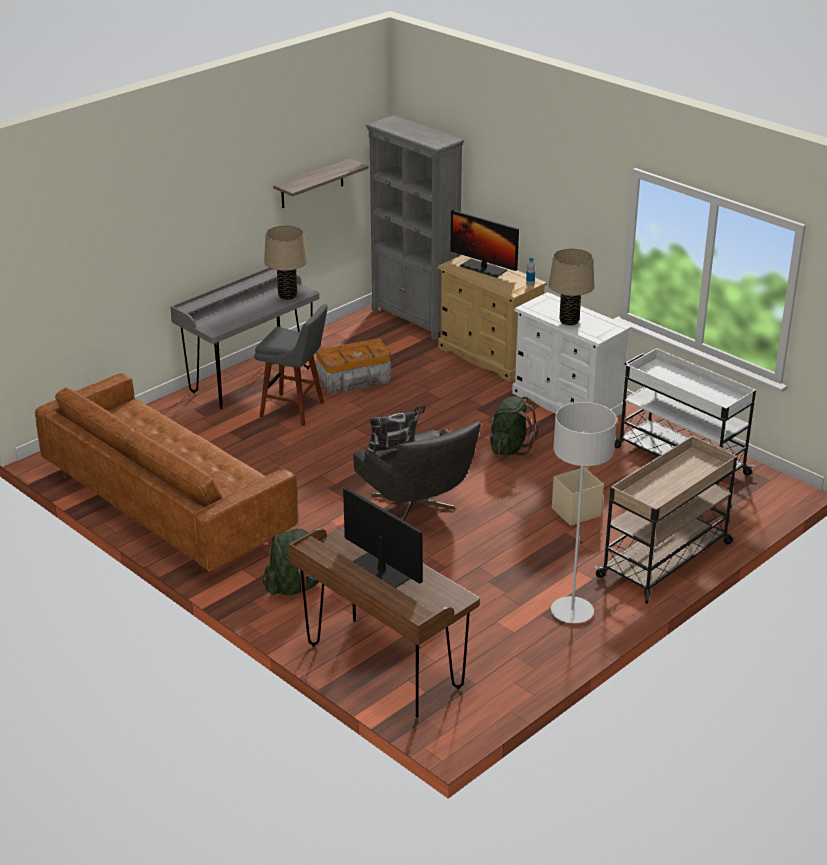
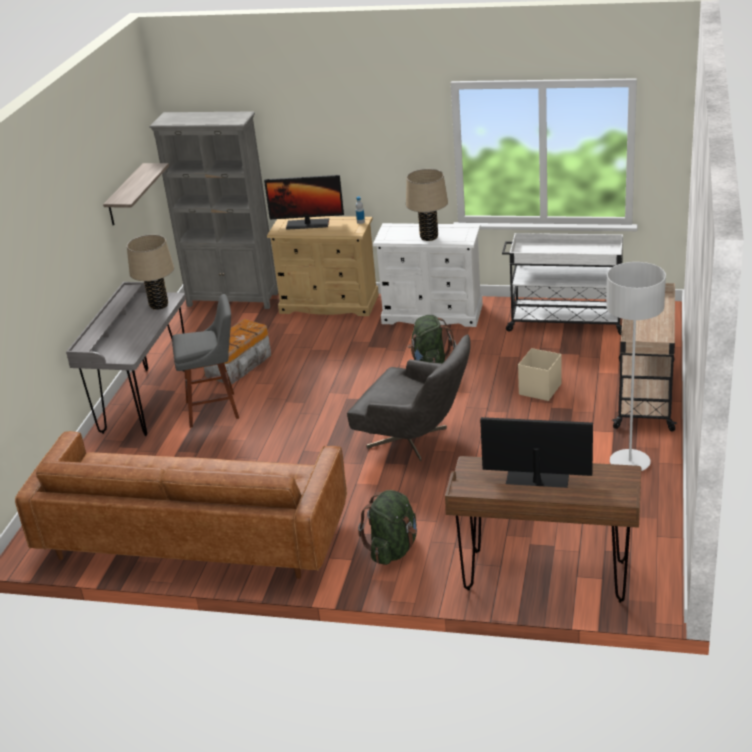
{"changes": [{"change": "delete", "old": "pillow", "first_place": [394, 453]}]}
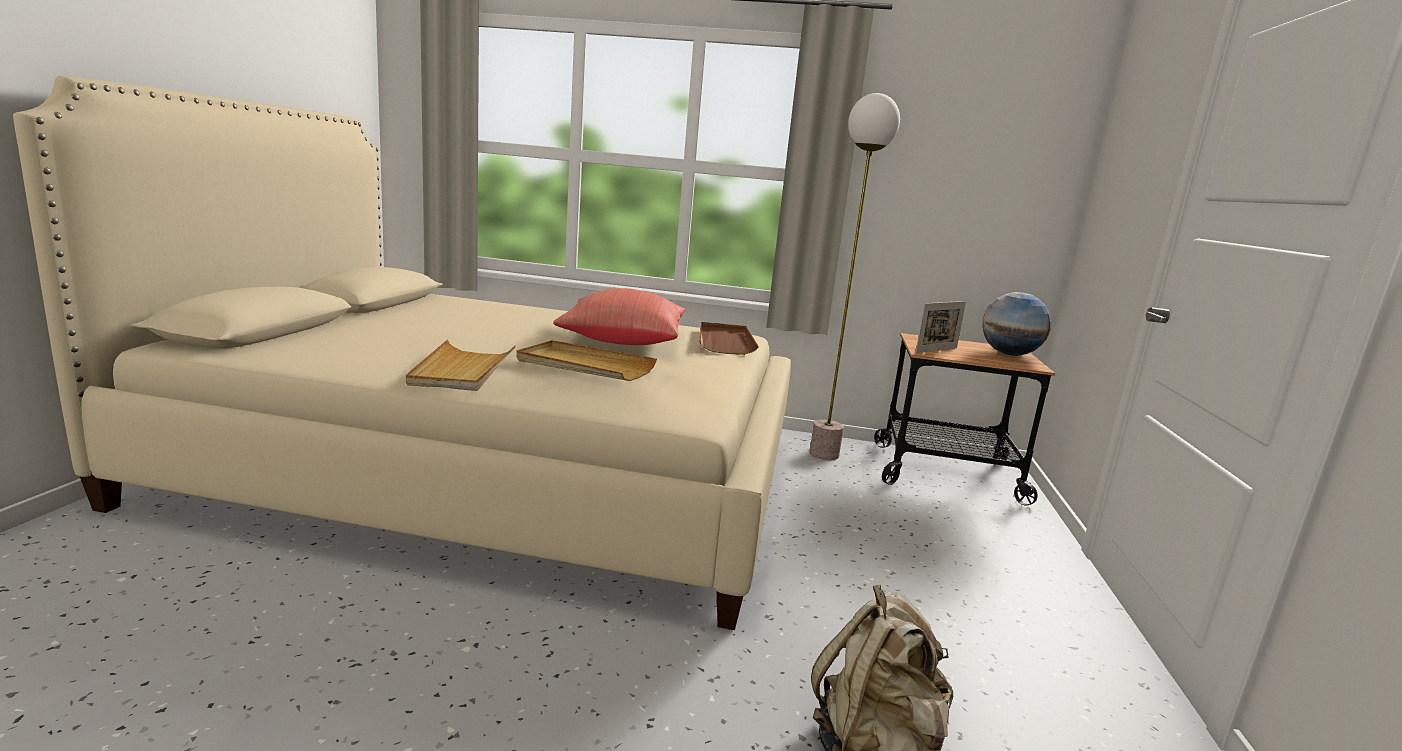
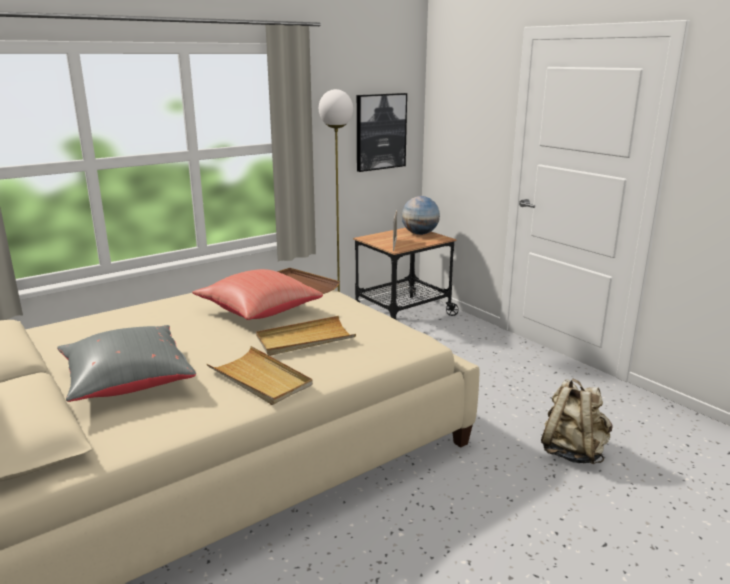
{"changes": [{"change": "insert", "new": "grey pillow", "second_place": [127, 383]}, {"change": "insert", "new": "picture", "second_place": [380, 131]}]}
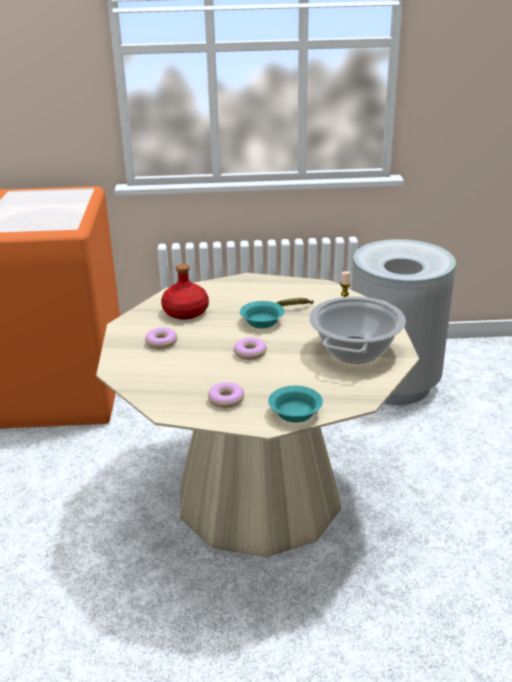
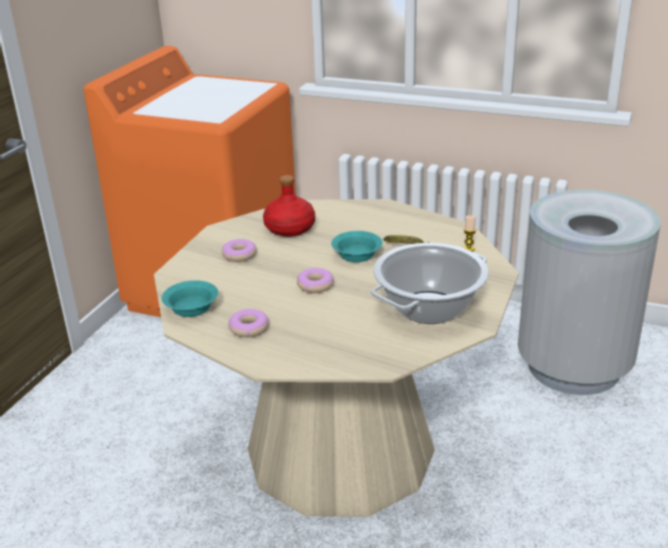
{"changes": [{"change": "move", "old": "turquoise bowl", "first_place": [294, 412], "second_place": [191, 307]}]}
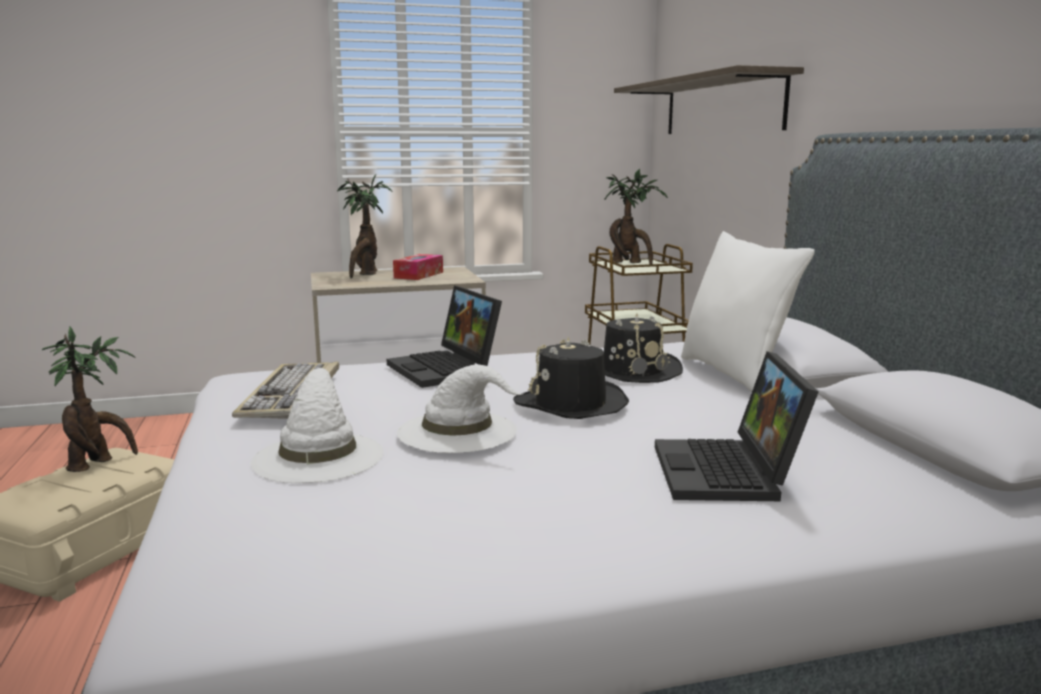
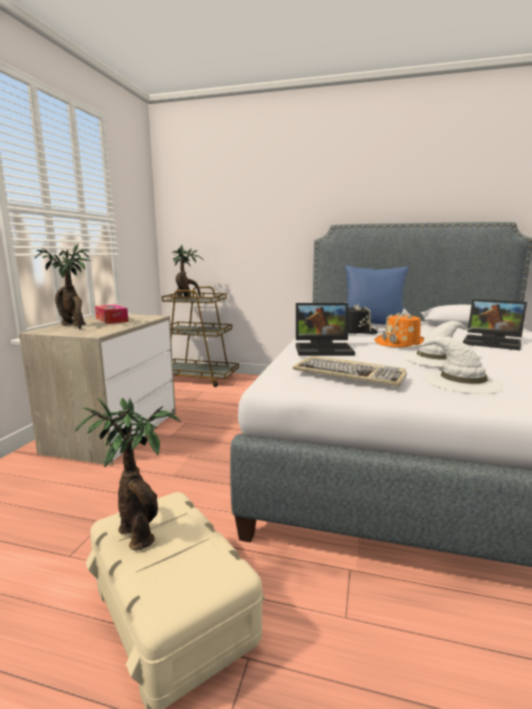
{"changes": [{"change": "recolor", "old": "white pillow", "new": "blue pillow", "first_place": [734, 374], "second_place": [373, 325]}, {"change": "recolor", "old": "black hat", "new": "orange hat", "first_place": [571, 404], "second_place": [402, 343]}, {"change": "delete", "old": "shelf", "first_place": [721, 106]}]}
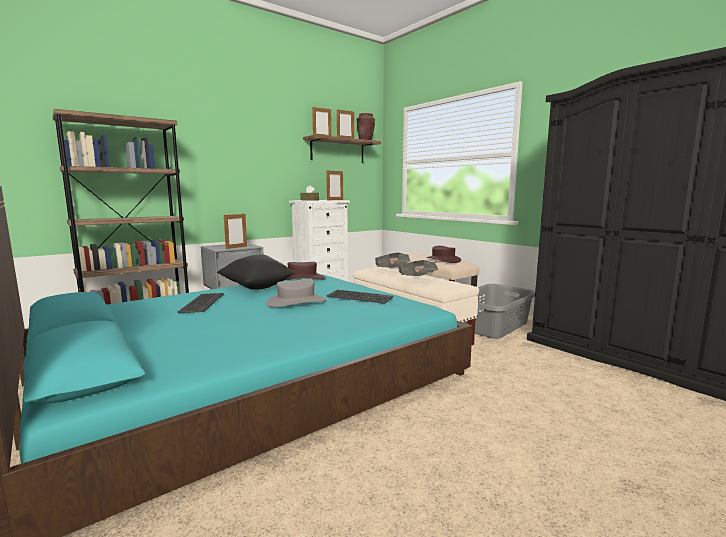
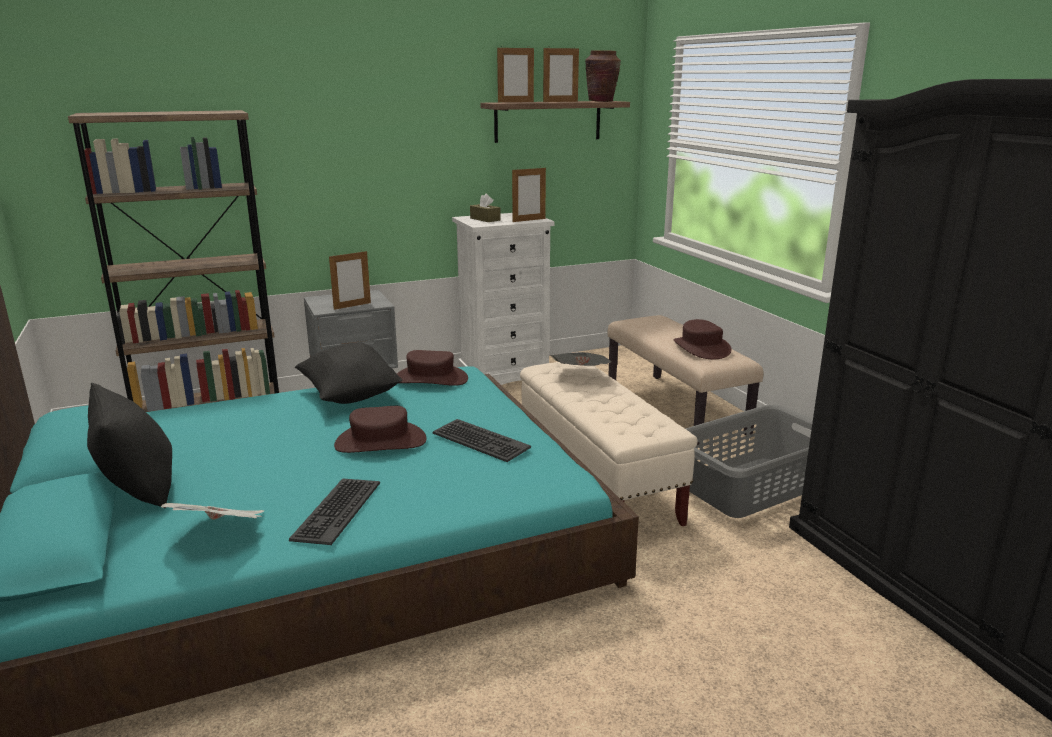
{"changes": [{"change": "insert", "new": "black pillow", "second_place": [139, 488]}, {"change": "move", "old": "newspaper", "first_place": [417, 280], "second_place": [221, 532]}, {"change": "move", "old": "keyboard", "first_place": [201, 303], "second_place": [336, 511]}, {"change": "recolor", "old": "grey hat", "new": "brown hat", "first_place": [296, 302], "second_place": [380, 442]}]}
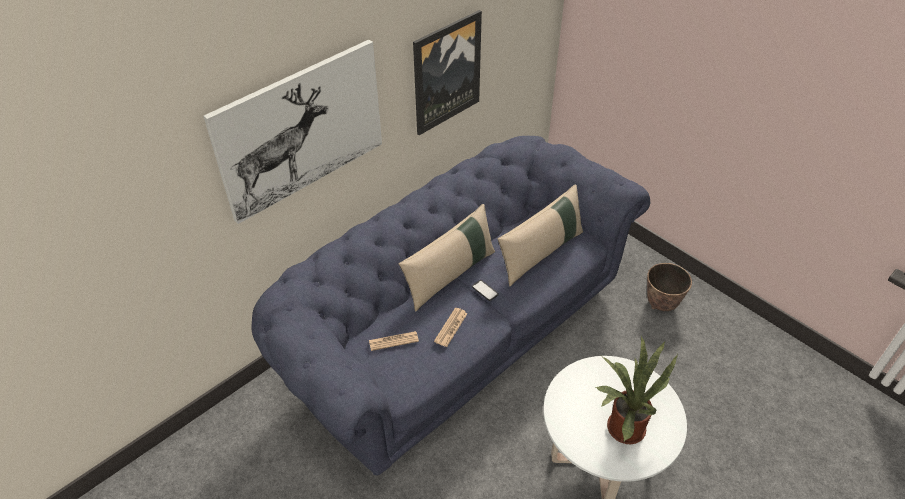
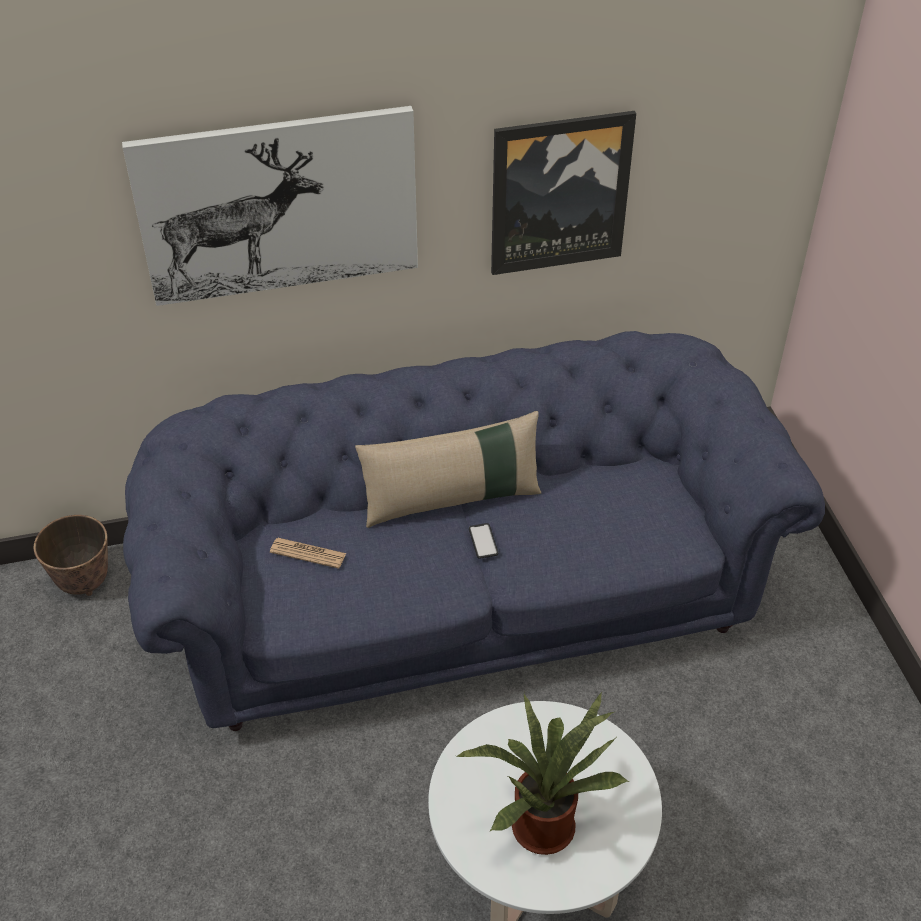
{"changes": [{"change": "move", "old": "planter", "first_place": [661, 304], "second_place": [84, 582]}, {"change": "delete", "old": "newspaper", "first_place": [451, 327]}, {"change": "delete", "old": "beige pillow", "first_place": [541, 253]}]}
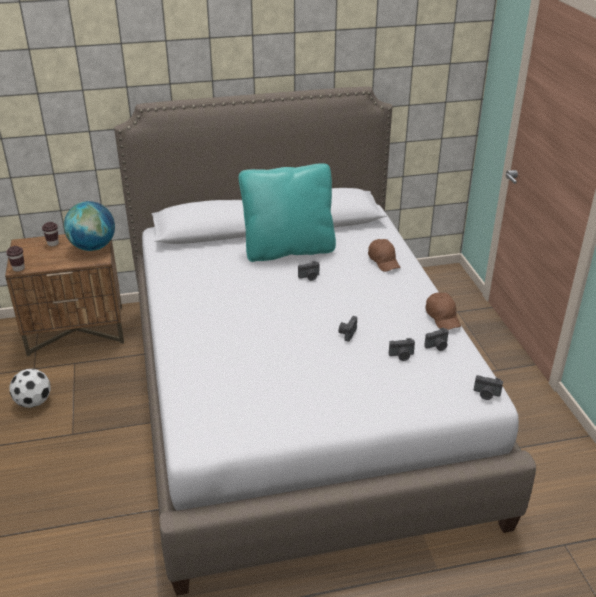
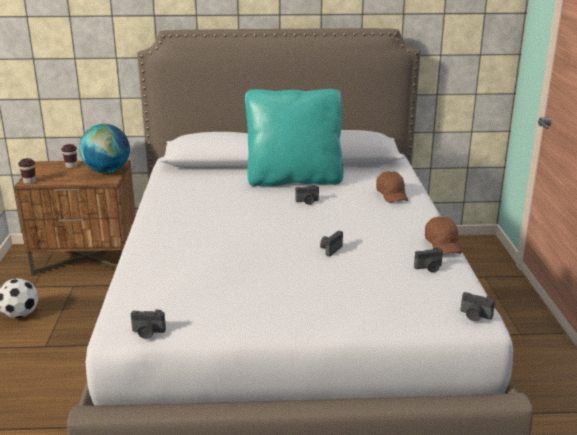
{"changes": [{"change": "move", "old": "photo camera", "first_place": [401, 356], "second_place": [147, 333]}]}
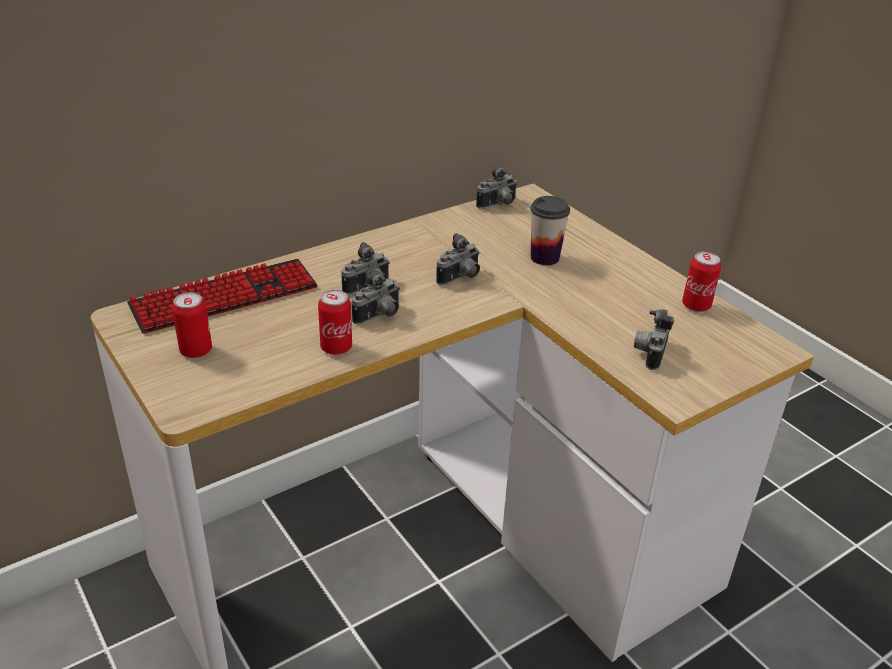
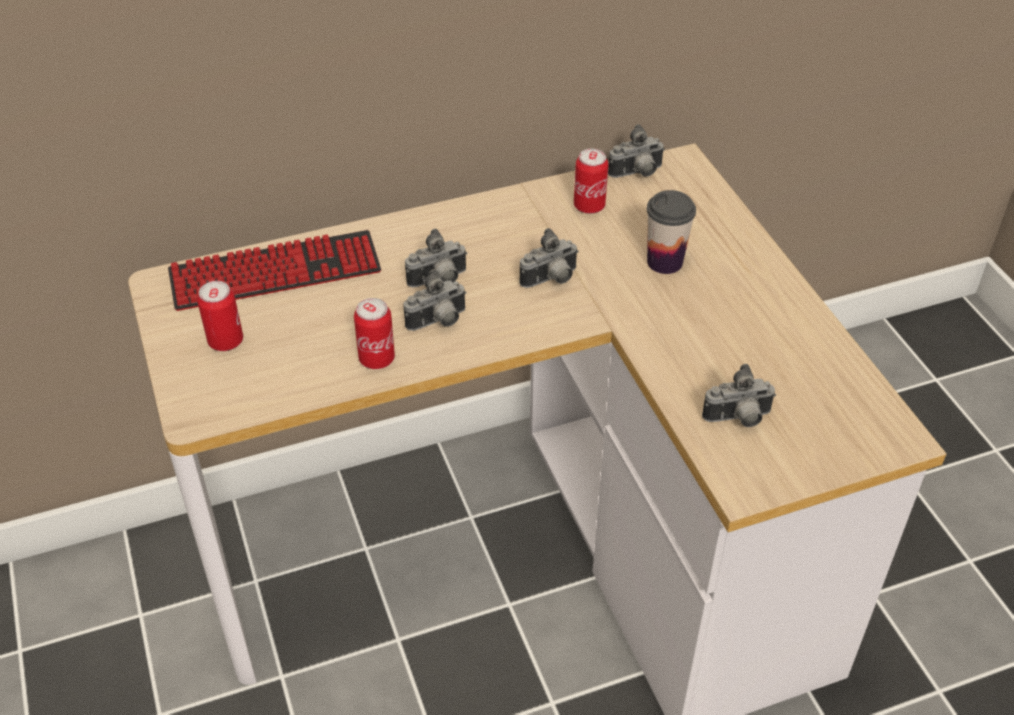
{"changes": [{"change": "move", "old": "can", "first_place": [696, 306], "second_place": [589, 206]}, {"change": "rotate", "old": "photo camera", "first_place": [649, 353], "second_place": [738, 419], "degrees": -135}]}
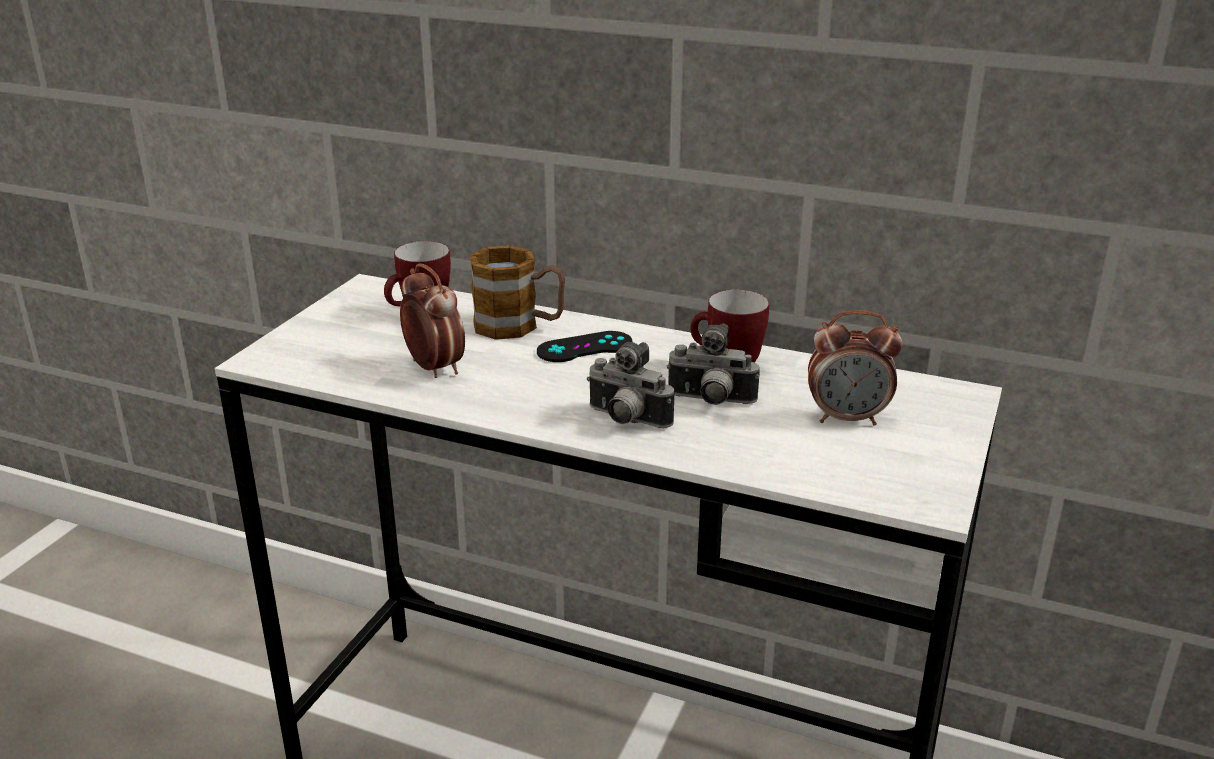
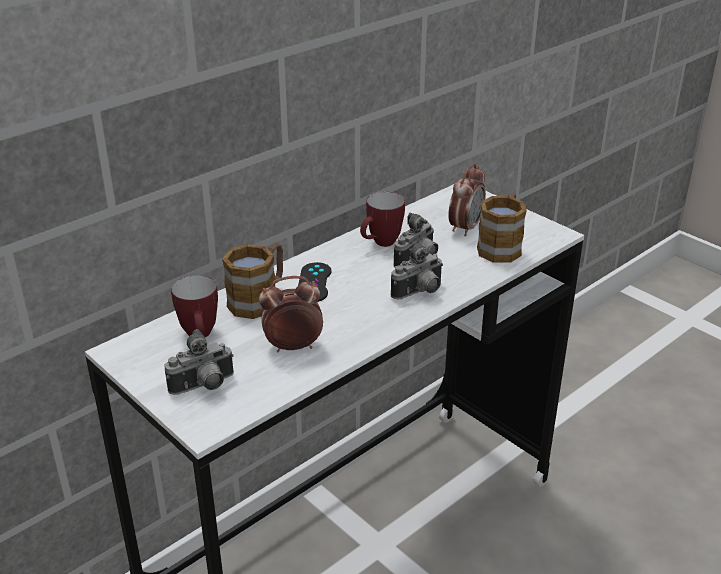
{"changes": [{"change": "insert", "new": "photo camera", "second_place": [204, 387]}, {"change": "insert", "new": "mug", "second_place": [501, 246]}]}
